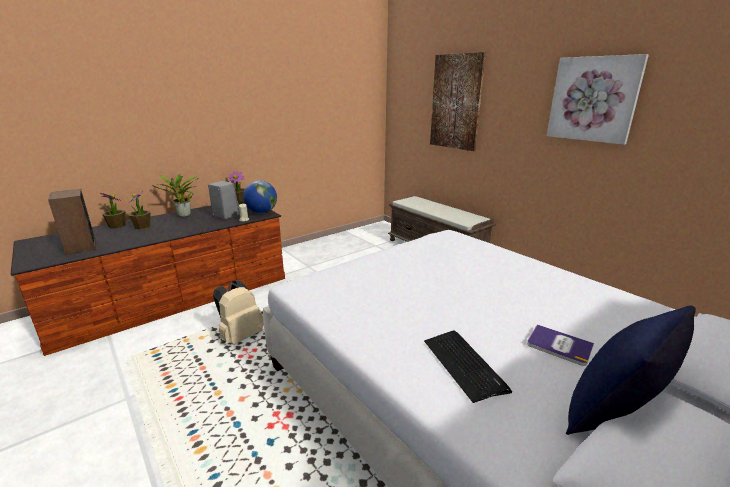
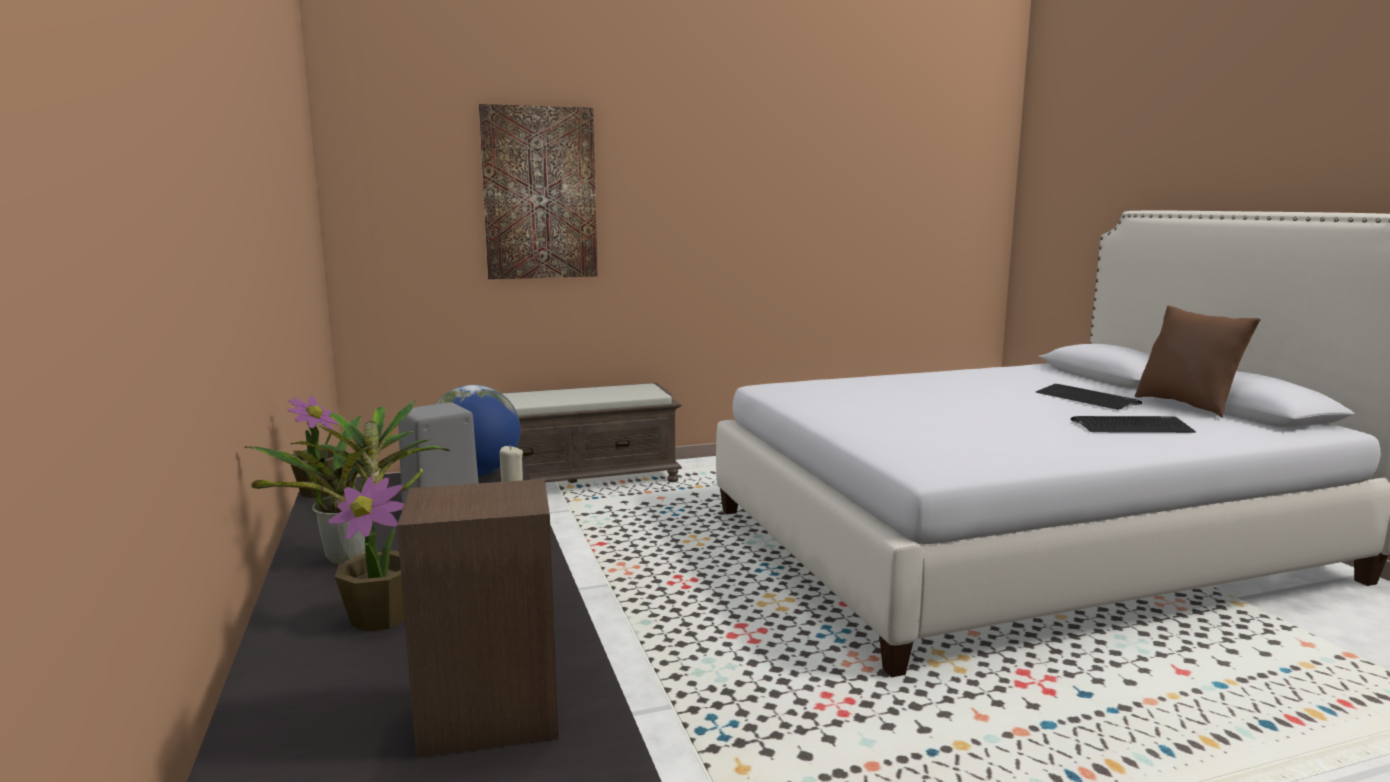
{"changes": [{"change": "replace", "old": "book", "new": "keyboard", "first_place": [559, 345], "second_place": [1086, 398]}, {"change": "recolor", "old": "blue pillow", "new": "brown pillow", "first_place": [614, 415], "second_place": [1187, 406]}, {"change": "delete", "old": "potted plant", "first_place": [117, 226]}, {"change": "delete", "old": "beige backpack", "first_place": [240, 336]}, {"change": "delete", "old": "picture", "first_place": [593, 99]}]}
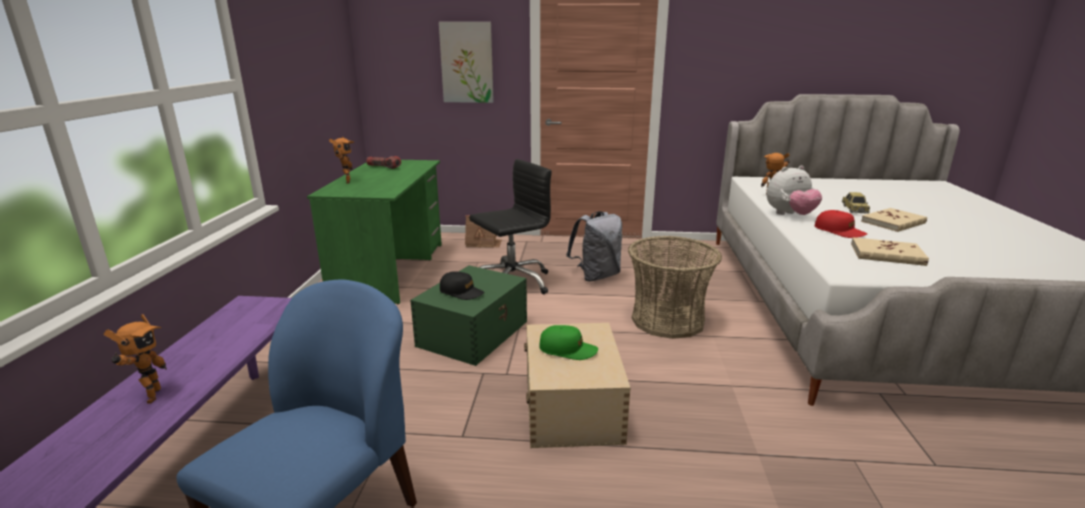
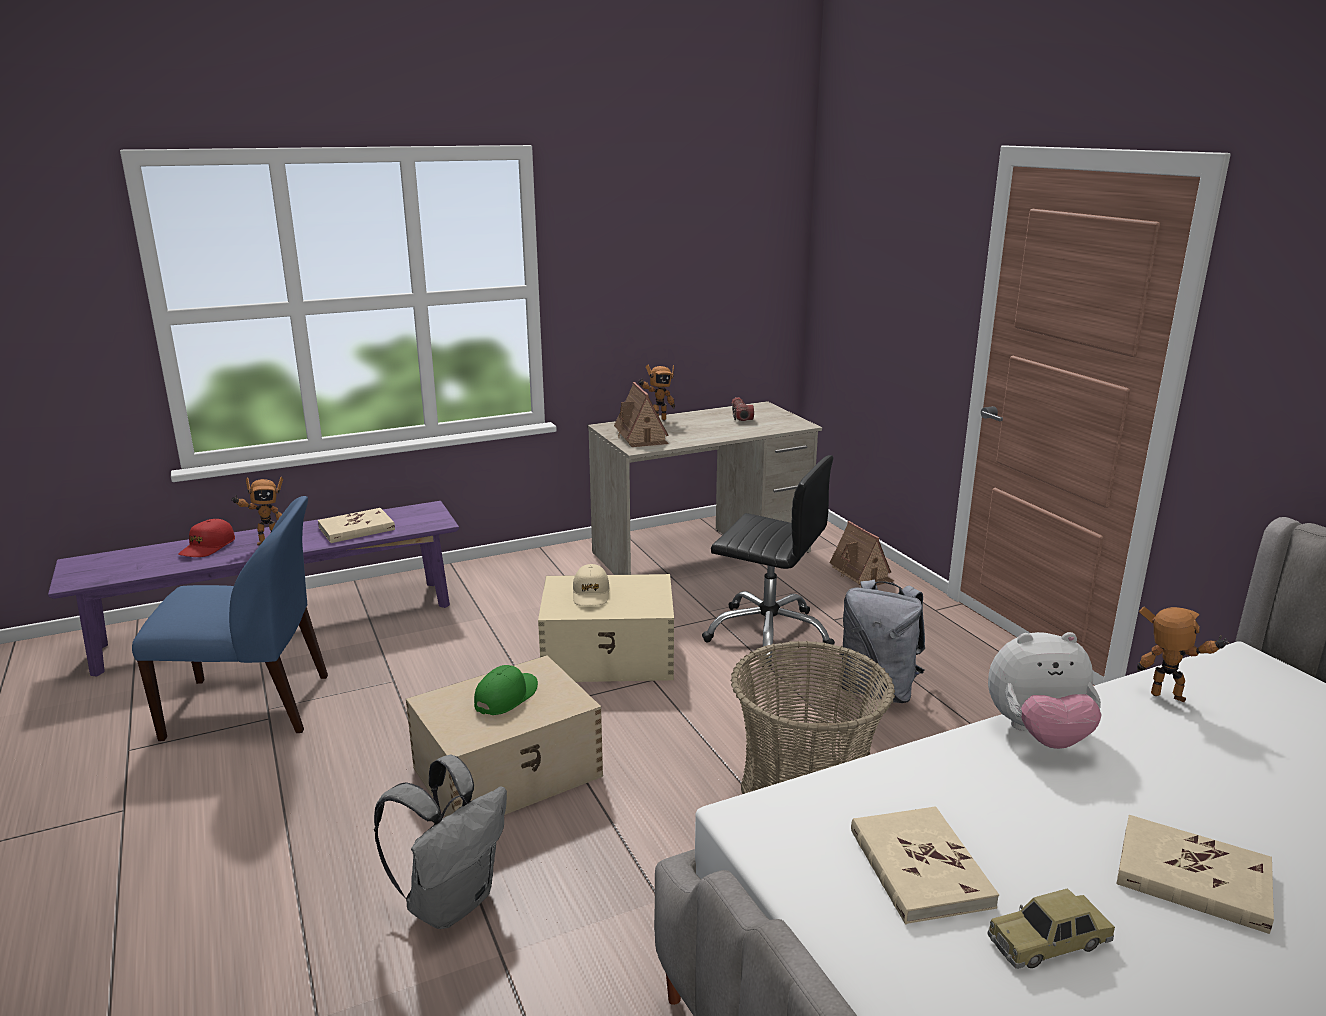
{"changes": [{"change": "move", "old": "red cap", "first_place": [839, 231], "second_place": [207, 547]}, {"change": "insert", "new": "beige book", "second_place": [356, 529]}, {"change": "insert", "new": "grey backpack", "second_place": [451, 901]}, {"change": "rotate", "old": "green cap", "first_place": [567, 349], "second_place": [506, 696], "degrees": -135}, {"change": "recolor", "old": "green storage box", "new": "beige storage box", "first_place": [474, 333], "second_place": [610, 656]}, {"change": "recolor", "old": "black cap", "new": "beige cap", "first_place": [461, 292], "second_place": [591, 594]}, {"change": "recolor", "old": "green desk", "new": "beige desk", "first_place": [390, 270], "second_place": [701, 553]}, {"change": "insert", "new": "toy house", "second_place": [641, 437]}, {"change": "rotate", "old": "plush toy", "first_place": [789, 215], "second_place": [1038, 734], "degrees": -45}, {"change": "move", "old": "toy car", "first_place": [854, 209], "second_place": [1049, 942]}, {"change": "delete", "old": "picture", "first_place": [467, 62]}]}
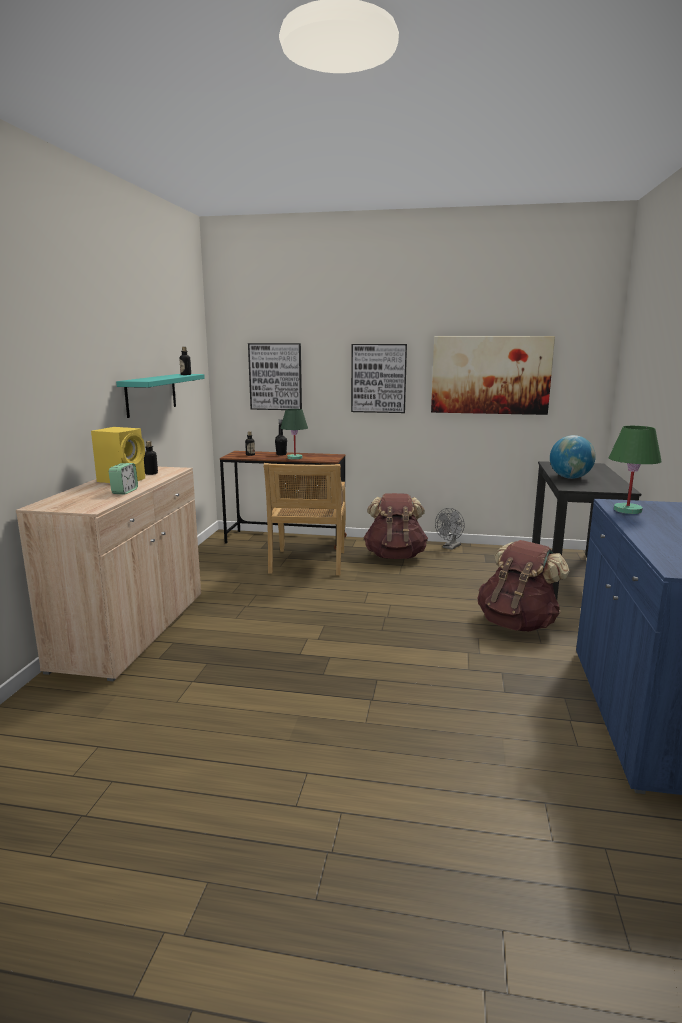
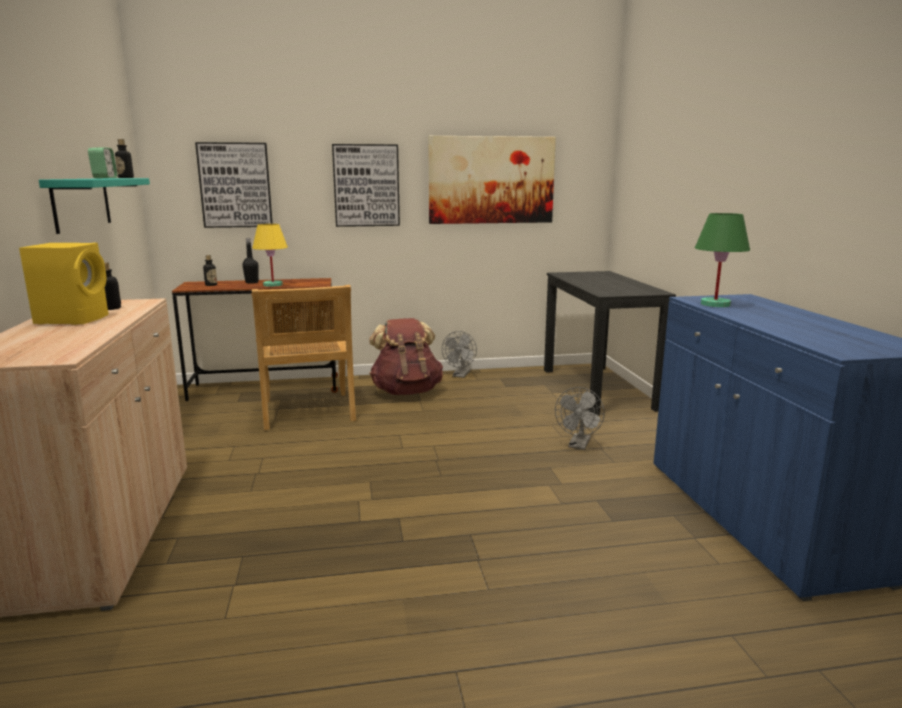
{"changes": [{"change": "move", "old": "alarm clock", "first_place": [124, 491], "second_place": [105, 178]}, {"change": "recolor", "old": "green table lamp", "new": "yellow table lamp", "first_place": [294, 458], "second_place": [273, 285]}, {"change": "replace", "old": "brown backpack", "new": "grey fan", "first_place": [517, 623], "second_place": [578, 445]}, {"change": "delete", "old": "globe", "first_place": [570, 478]}]}
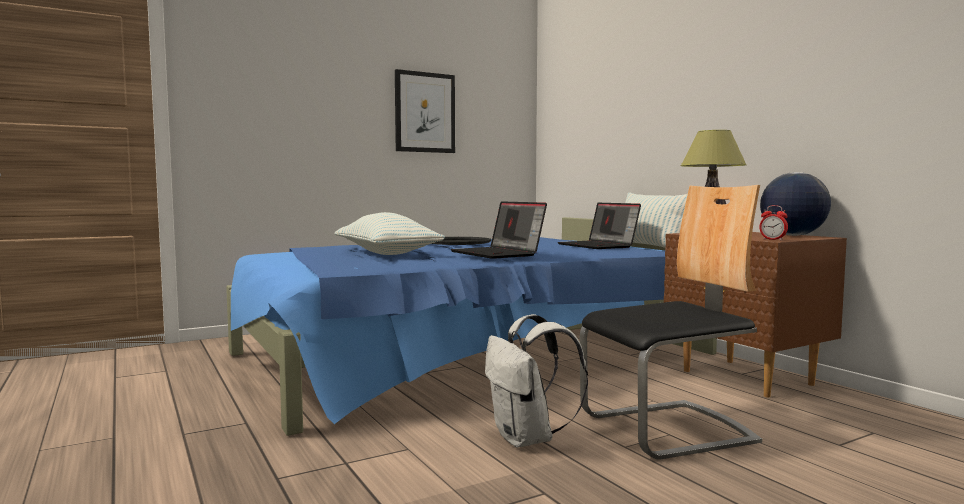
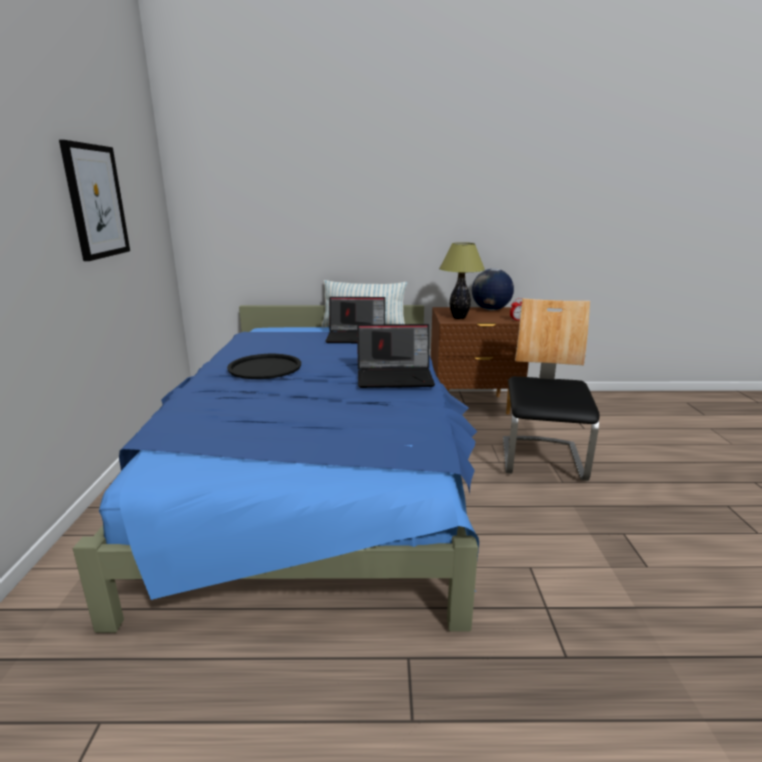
{"changes": [{"change": "delete", "old": "pillow", "first_place": [386, 254]}, {"change": "delete", "old": "white backpack", "first_place": [527, 439]}]}
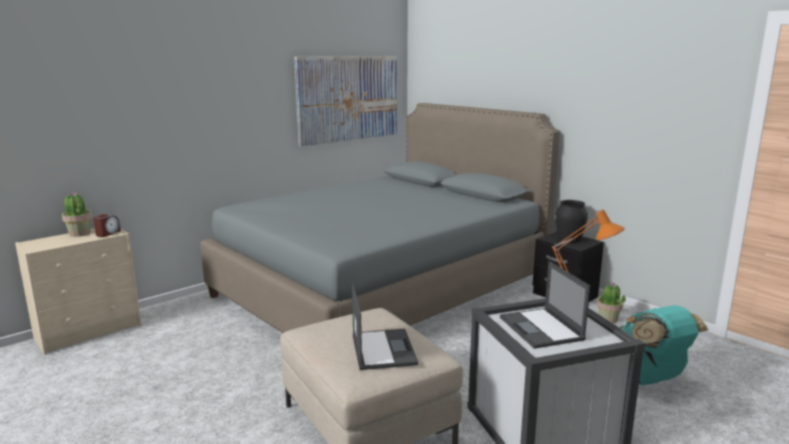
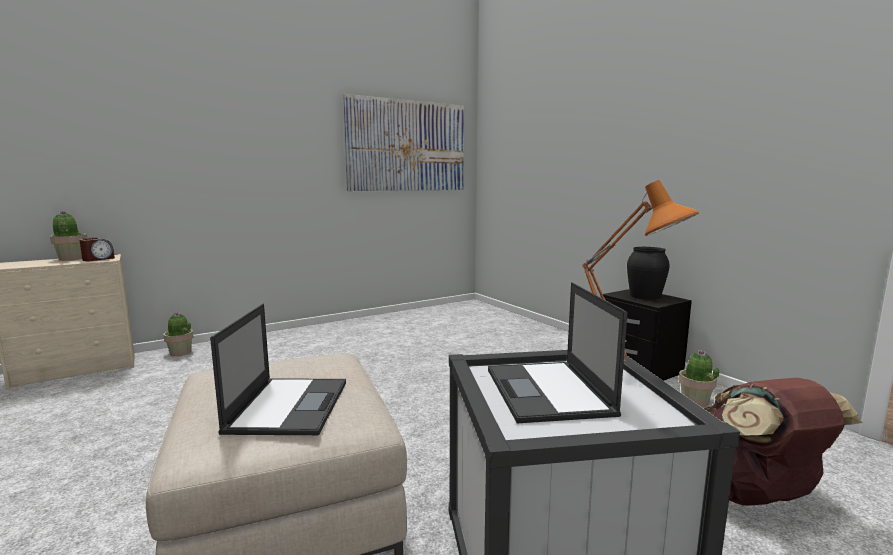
{"changes": [{"change": "insert", "new": "potted plant", "second_place": [180, 353]}, {"change": "recolor", "old": "turquoise backpack", "new": "brown backpack", "first_place": [647, 379], "second_place": [750, 496]}, {"change": "delete", "old": "grey bed", "first_place": [382, 288]}]}
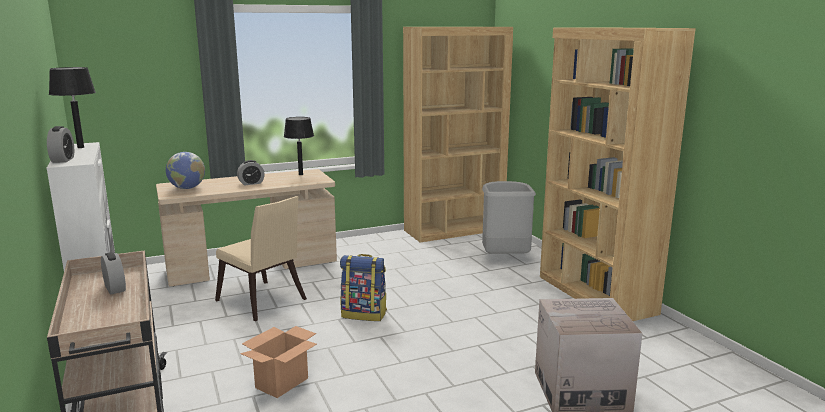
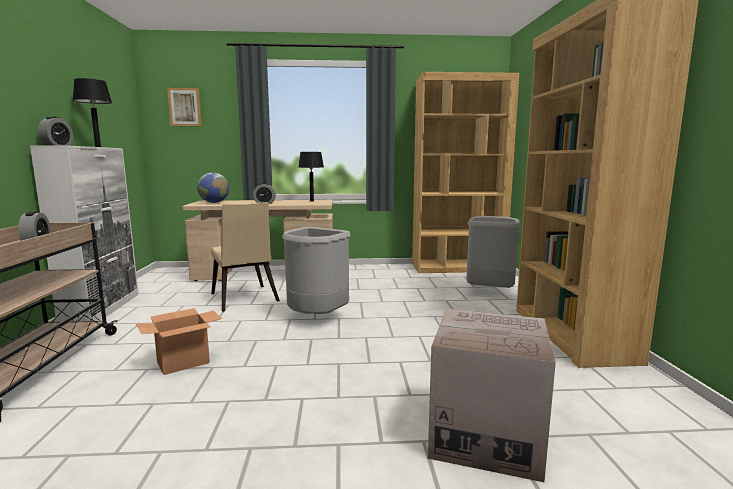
{"changes": [{"change": "insert", "new": "picture", "second_place": [185, 107]}, {"change": "replace", "old": "backpack", "new": "grey trash can", "first_place": [364, 314], "second_place": [316, 319]}]}
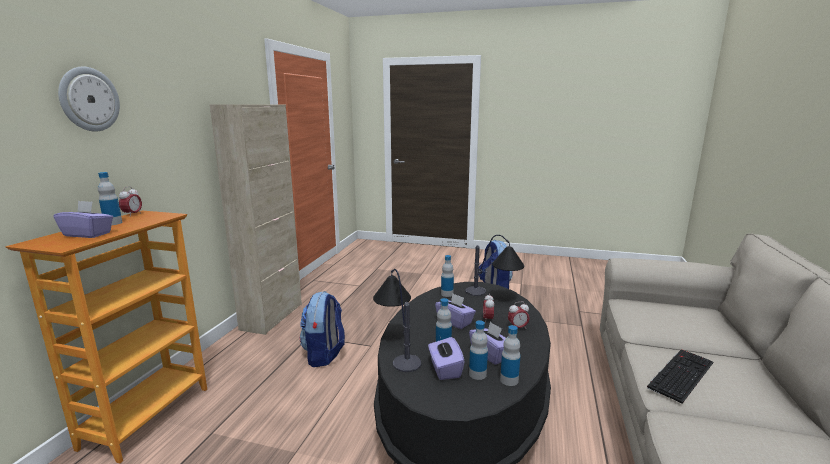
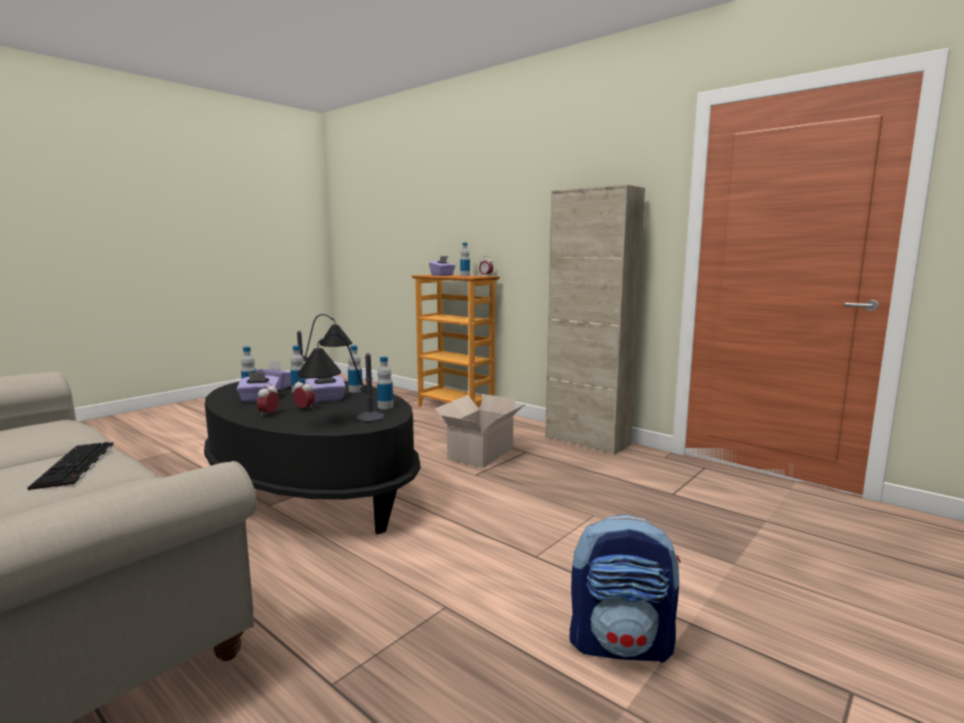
{"changes": [{"change": "move", "old": "bottle", "first_place": [509, 380], "second_place": [355, 390]}, {"change": "replace", "old": "backpack", "new": "cardboard box", "first_place": [324, 355], "second_place": [479, 454]}, {"change": "delete", "old": "wall clock", "first_place": [89, 99]}]}
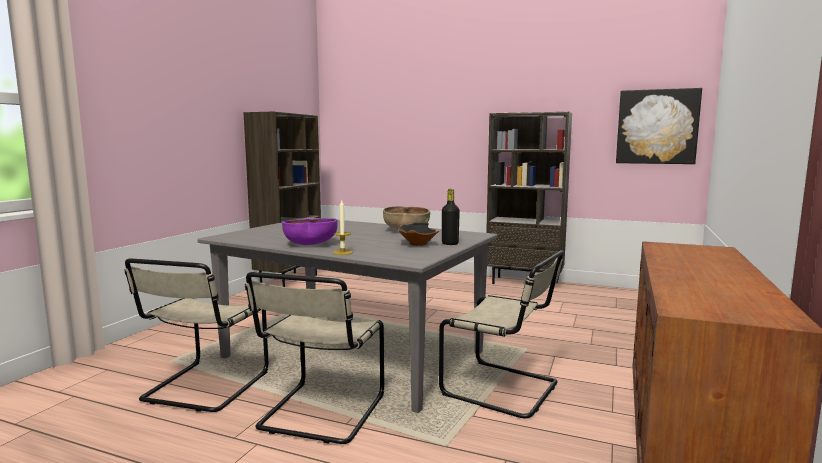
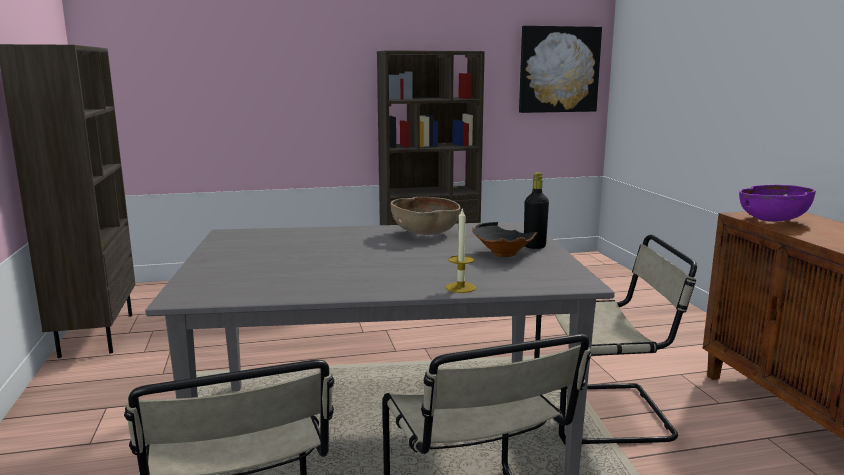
{"changes": [{"change": "move", "old": "purple bowl", "first_place": [310, 244], "second_place": [773, 220]}]}
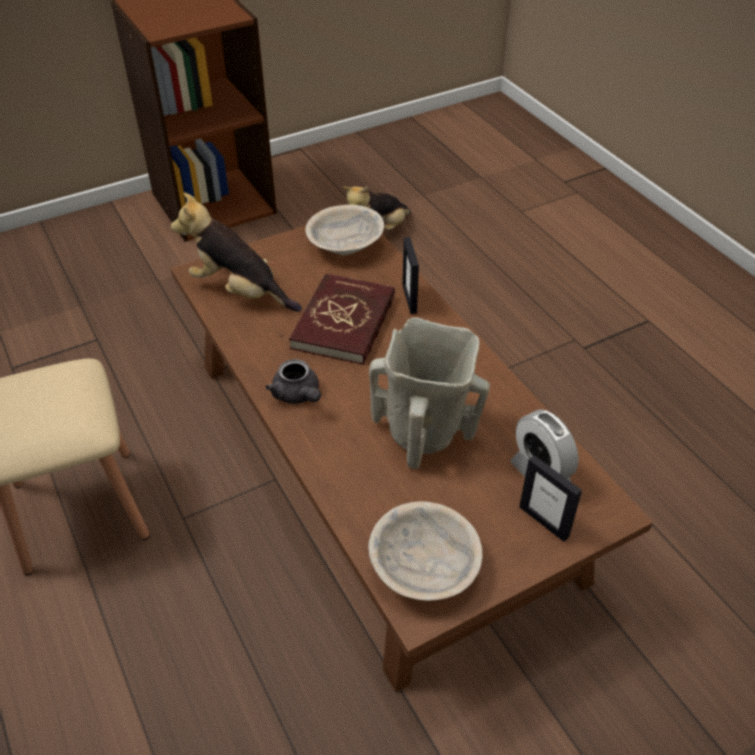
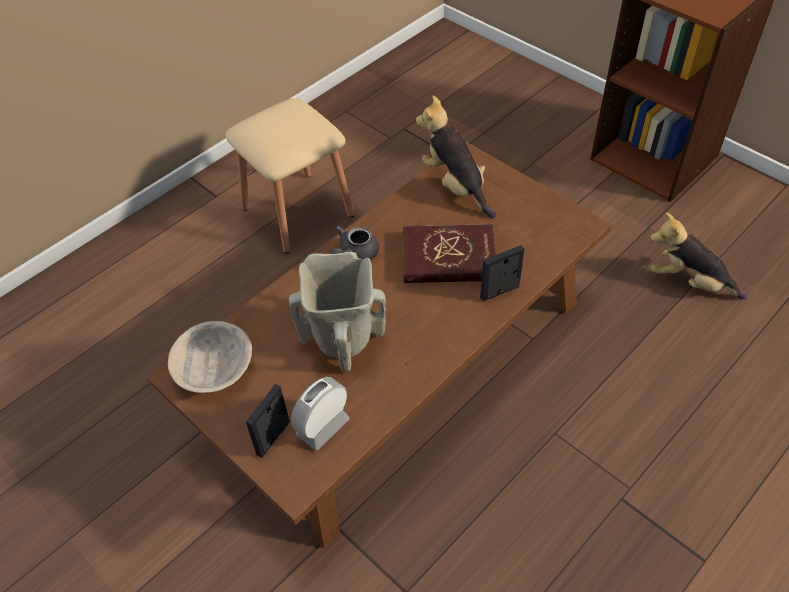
{"changes": [{"change": "rotate", "old": "plush toy", "first_place": [240, 291], "second_place": [455, 186], "degrees": -45}, {"change": "delete", "old": "beige bowl", "first_place": [345, 245]}]}
